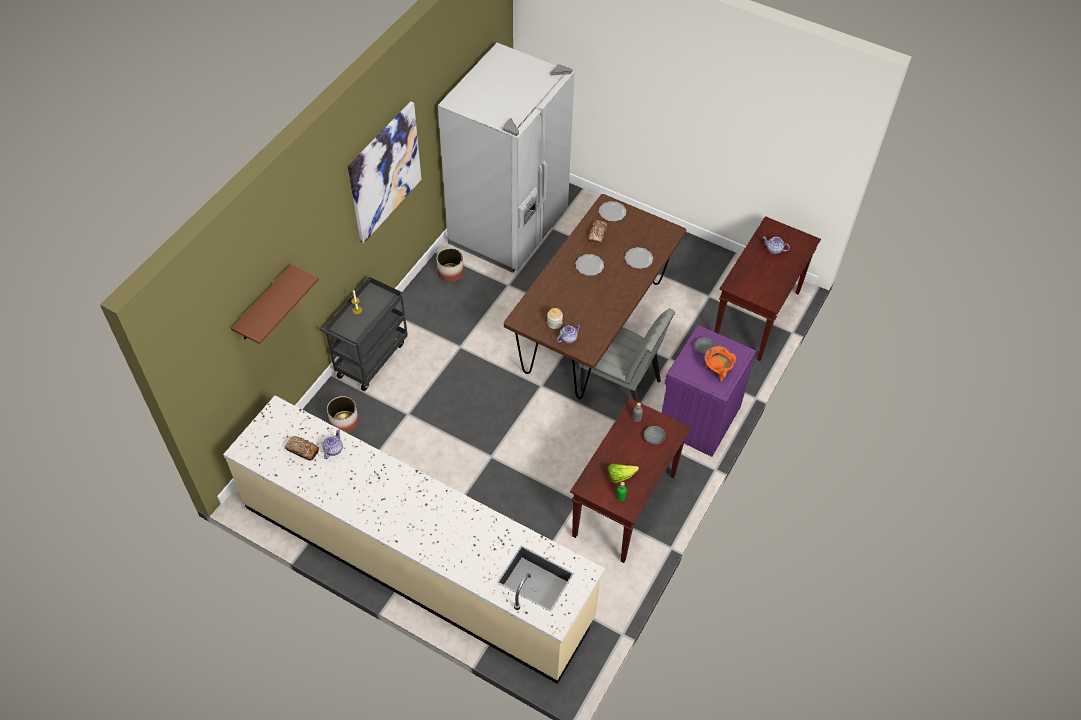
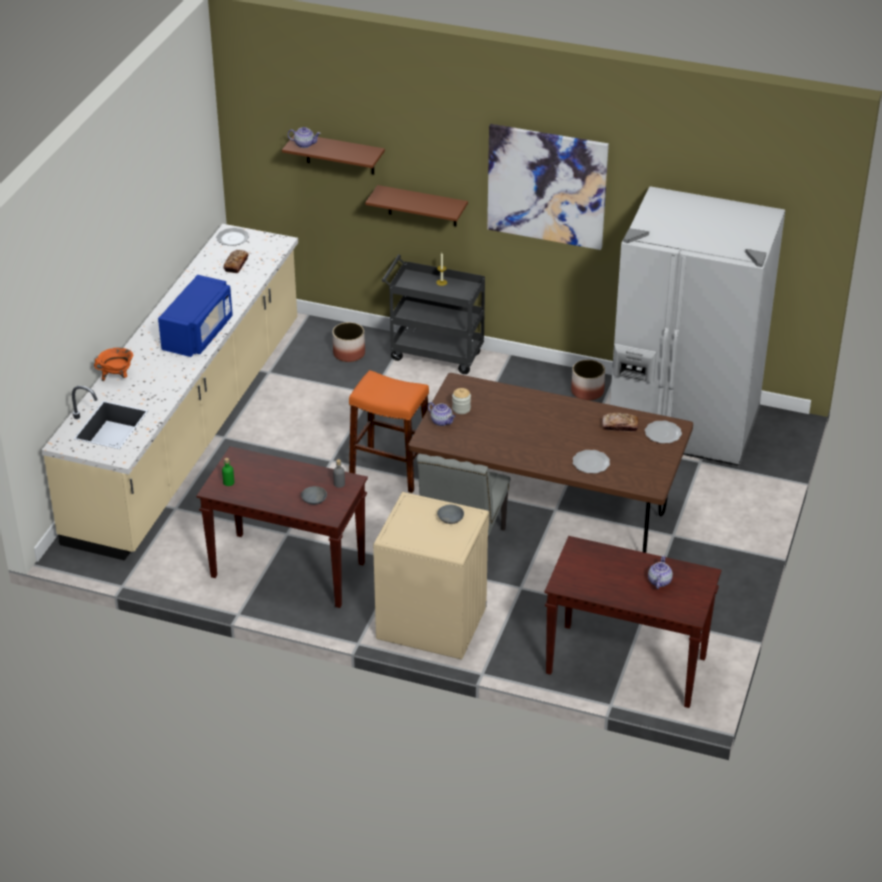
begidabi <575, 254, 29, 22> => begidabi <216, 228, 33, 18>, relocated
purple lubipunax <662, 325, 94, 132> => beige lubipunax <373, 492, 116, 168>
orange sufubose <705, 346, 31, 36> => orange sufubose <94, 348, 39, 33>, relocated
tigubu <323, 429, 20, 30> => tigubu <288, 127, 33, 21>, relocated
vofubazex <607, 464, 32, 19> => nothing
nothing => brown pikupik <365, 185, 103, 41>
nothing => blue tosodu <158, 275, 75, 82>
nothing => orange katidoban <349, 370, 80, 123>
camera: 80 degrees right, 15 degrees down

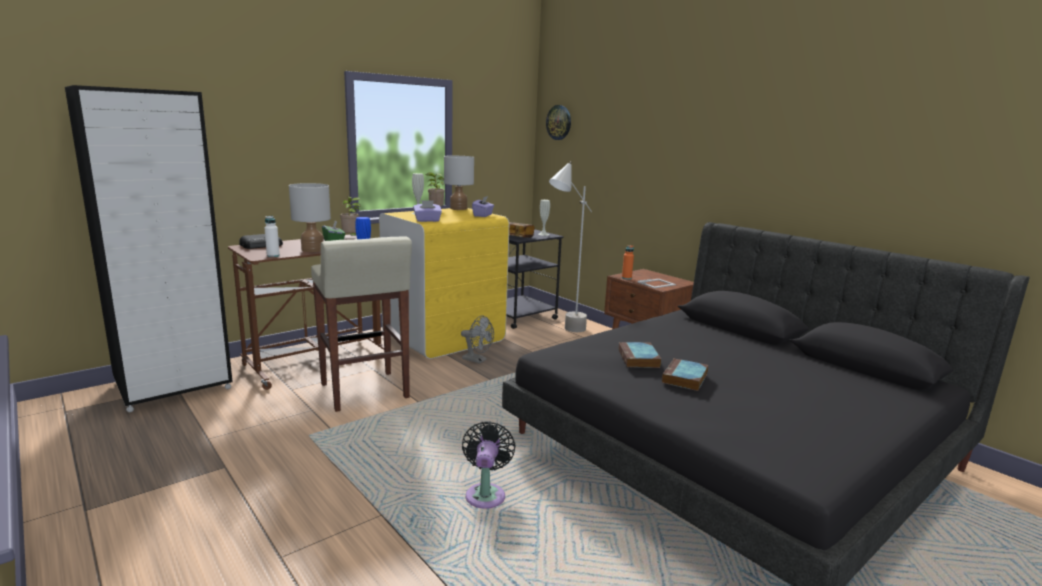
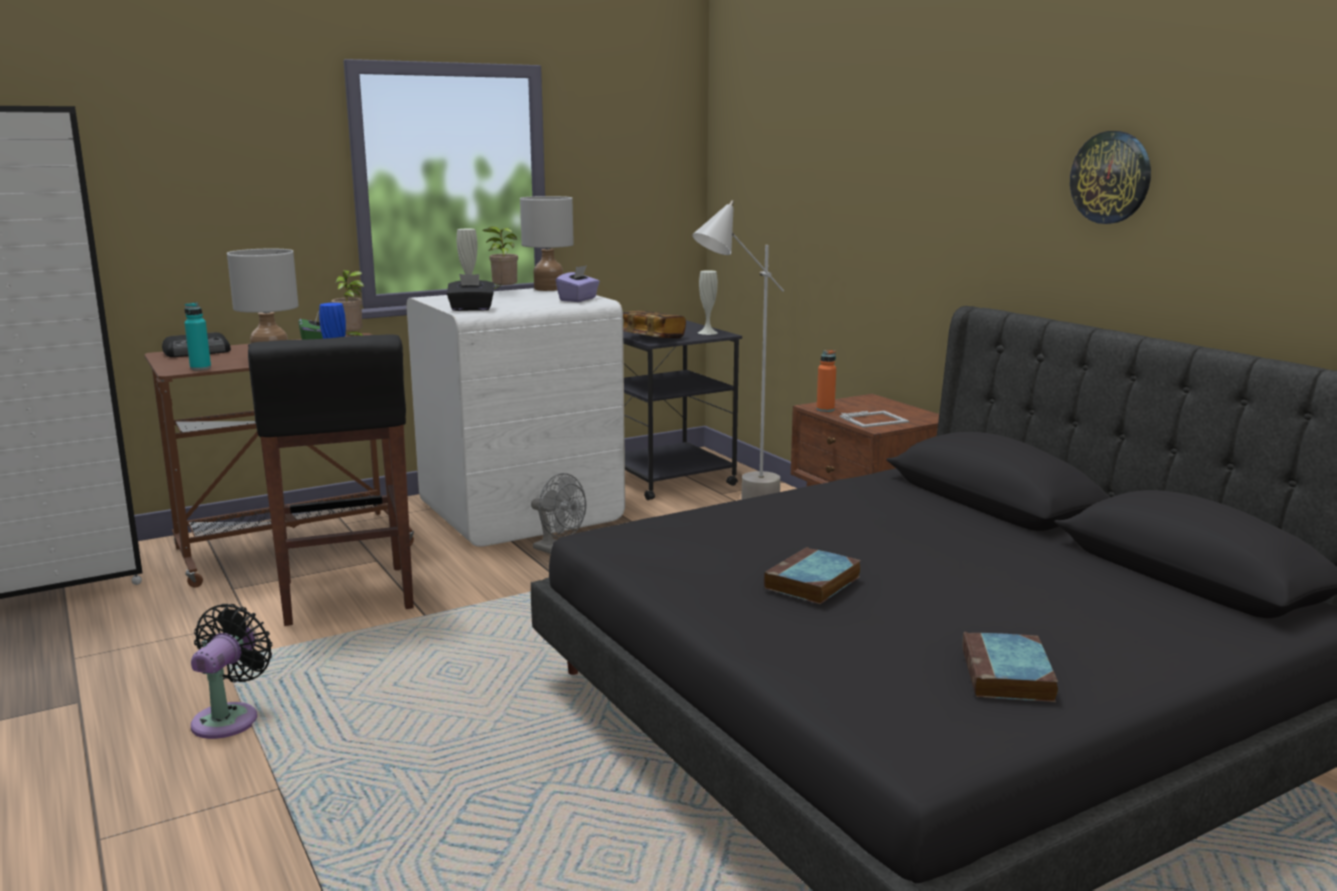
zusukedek <546, 105, 25, 35> => zusukedek <1070, 131, 81, 93>, relocated
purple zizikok <413, 200, 29, 22> => black zizikok <447, 274, 48, 37>
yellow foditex <379, 208, 130, 151> => white foditex <407, 288, 218, 259>
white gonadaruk <265, 216, 15, 41> => turquoise gonadaruk <184, 302, 27, 68>
beige katidoban <311, 236, 101, 176> => black katidoban <248, 334, 166, 292>
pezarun <618, 342, 43, 26> => pezarun <962, 632, 96, 70>, relocated
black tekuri <462, 421, 54, 88> => black tekuri <191, 604, 81, 135>, relocated
camera: 10 degrees right, 0 degrees up

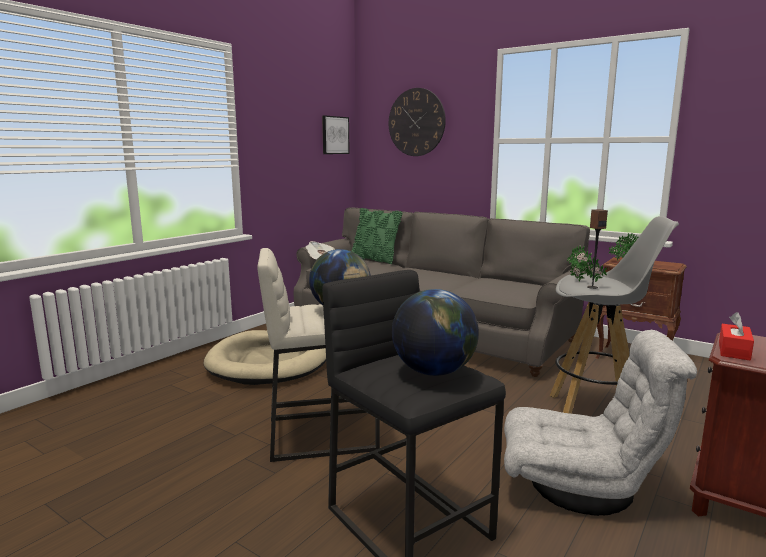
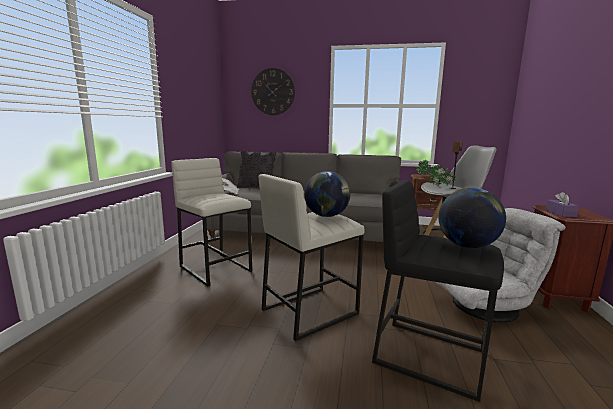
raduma <322, 115, 28, 39> => nothing
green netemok <352, 208, 51, 56> => black netemok <237, 151, 39, 37>
red zizikok <719, 312, 35, 48> => purple zizikok <546, 192, 33, 25>
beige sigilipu <204, 330, 122, 55> => beige katidoban <171, 158, 81, 129>
camera: 25 degrees left, 0 degrees up

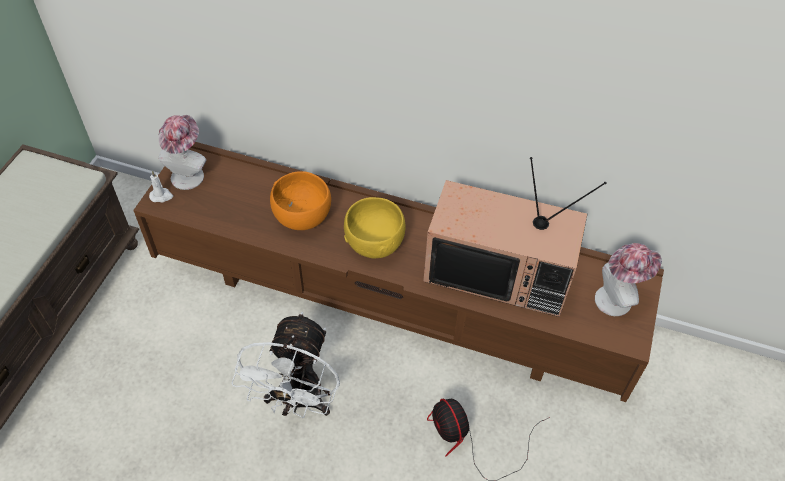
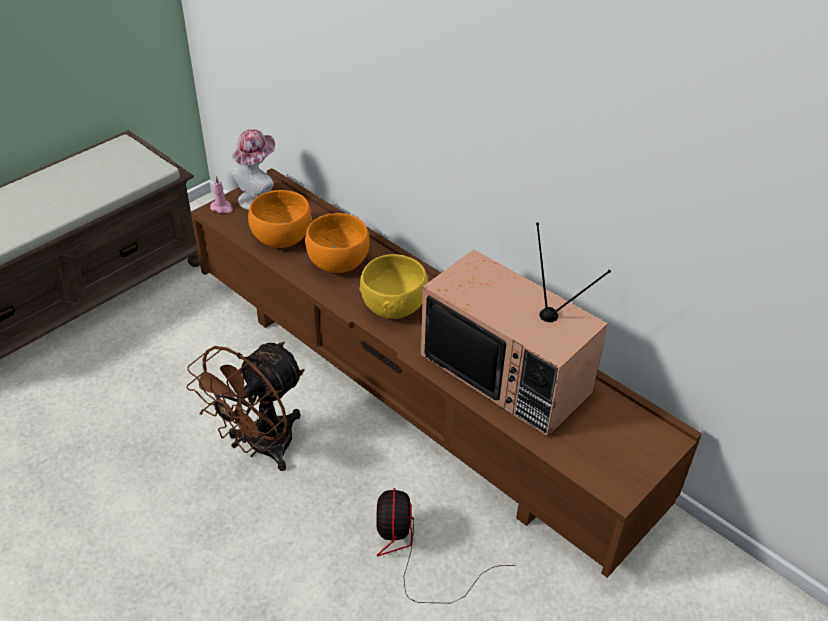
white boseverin <149, 171, 24, 31> => pink boseverin <210, 176, 23, 37>
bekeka <595, 243, 67, 73> => nothing
white tekuri <232, 311, 108, 108> => brown tekuri <187, 341, 118, 130>
nothing => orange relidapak <248, 190, 64, 58>
camera: 25 degrees right, 10 degrees down

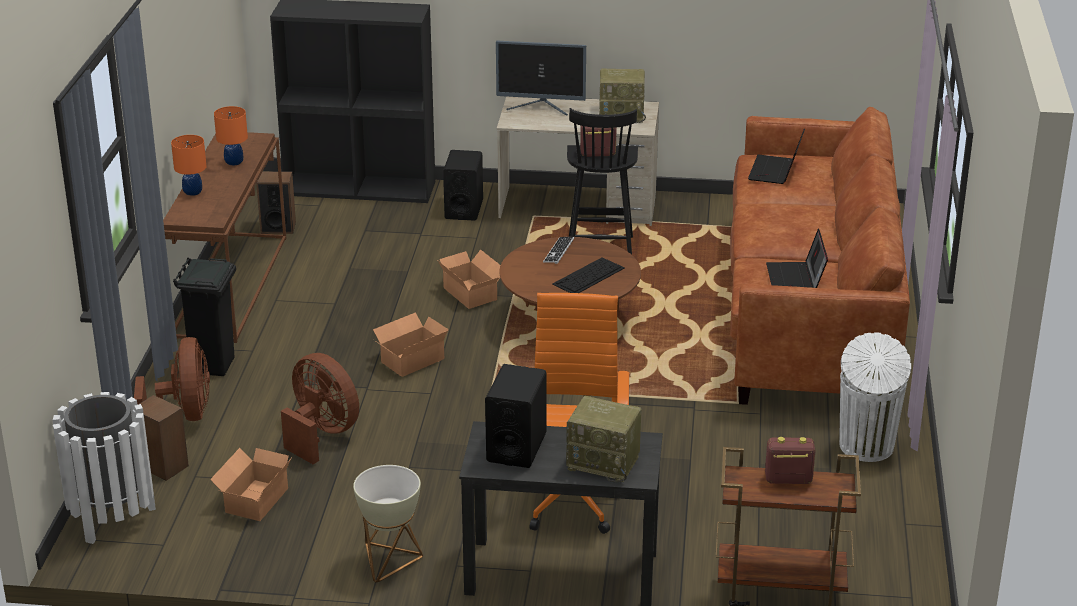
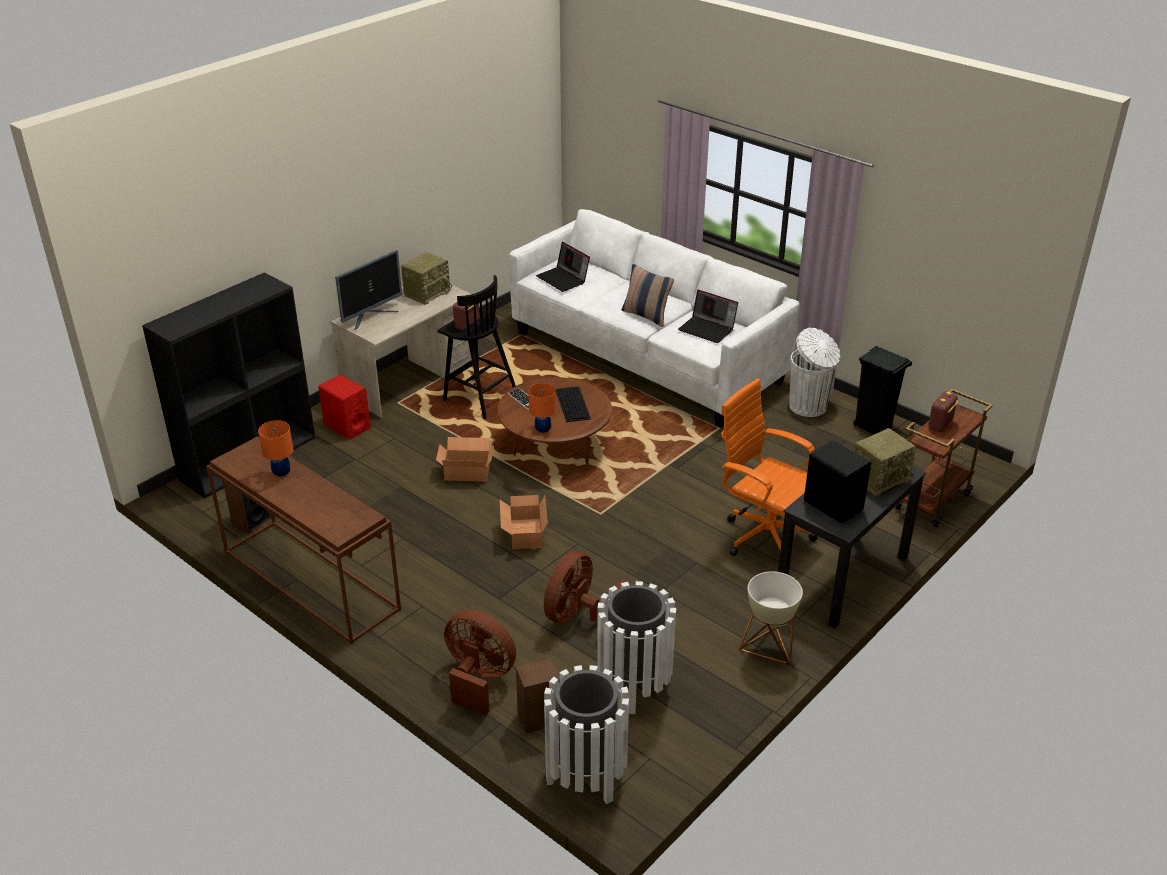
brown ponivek <730, 107, 180, 298> => white ponivek <509, 209, 291, 219>
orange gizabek <171, 135, 36, 61> => orange gizabek <529, 383, 27, 50>, relocated
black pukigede <443, 150, 40, 71> => red pukigede <319, 375, 52, 65>
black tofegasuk <173, 258, 63, 118> => black tofegasuk <853, 346, 59, 88>, relocated
brown tekuri <281, 353, 78, 111> => brown tekuri <544, 551, 83, 73>, 45 degrees counterclockwise
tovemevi <210, 448, 82, 73> => white tofegasuk <597, 581, 79, 133>
nothing => netemok <622, 264, 52, 63>
camera: 55 degrees left, 5 degrees up

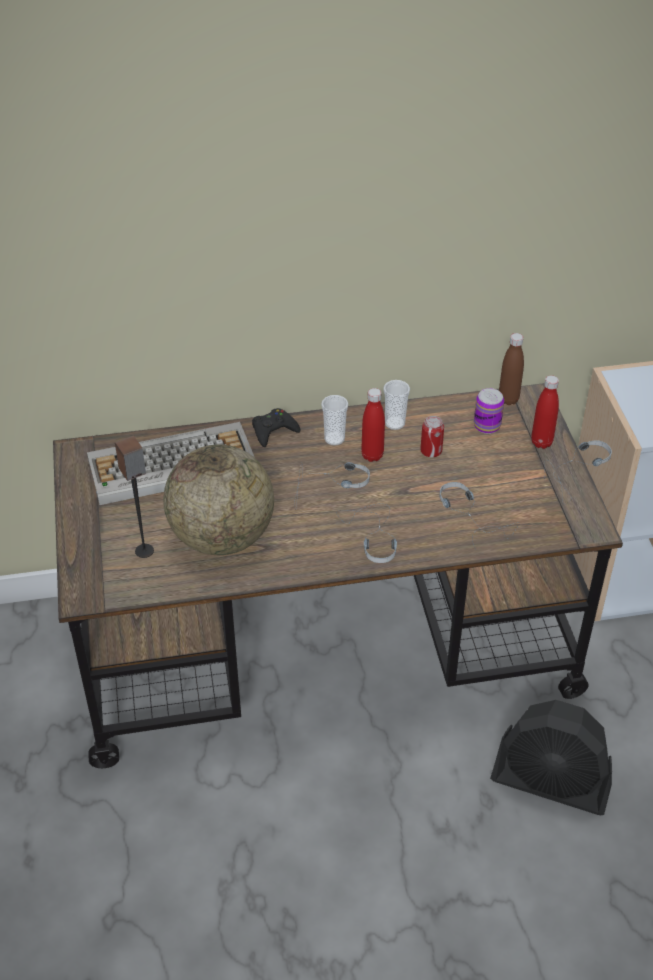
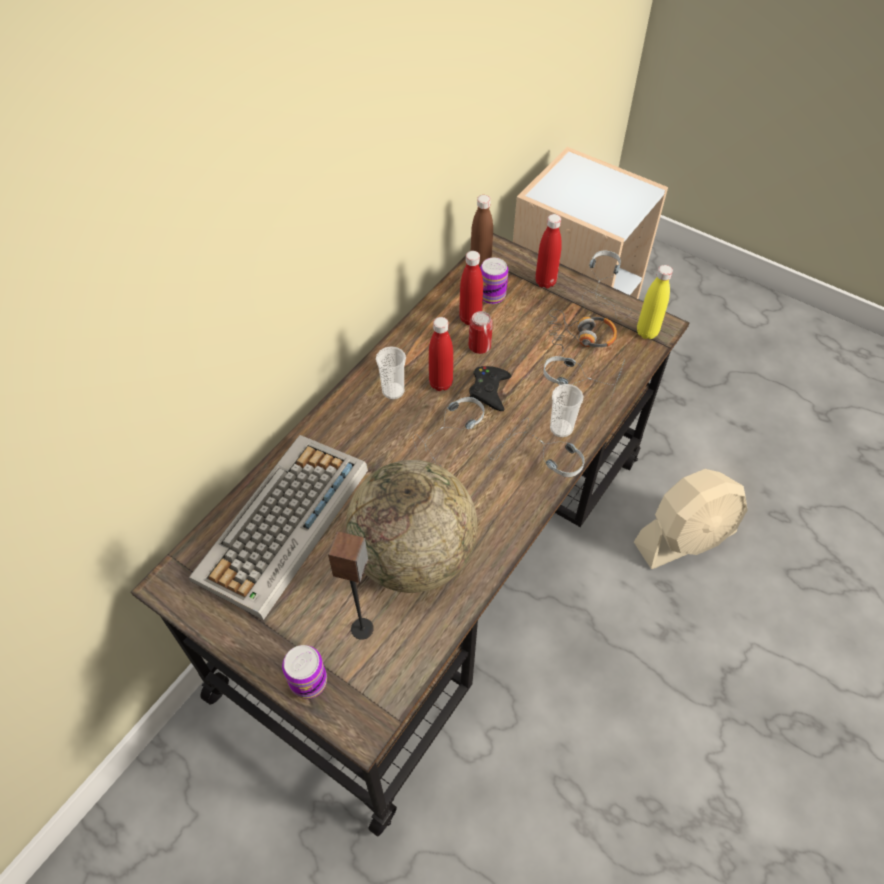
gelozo <383, 380, 27, 50> => gelozo <550, 384, 33, 53>, relocated
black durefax <252, 408, 48, 39> => black durefax <469, 366, 42, 45>, relocated
black tekuri <490, 700, 122, 115> => beige tekuri <634, 469, 113, 100>
nothing => red gonadaruk <459, 251, 24, 74>
nothing => yellow gonadaruk <637, 265, 36, 74>
nothing => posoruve <547, 309, 70, 43>
nothing => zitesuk <282, 645, 45, 54>
camera: 45 degrees left, 10 degrees up

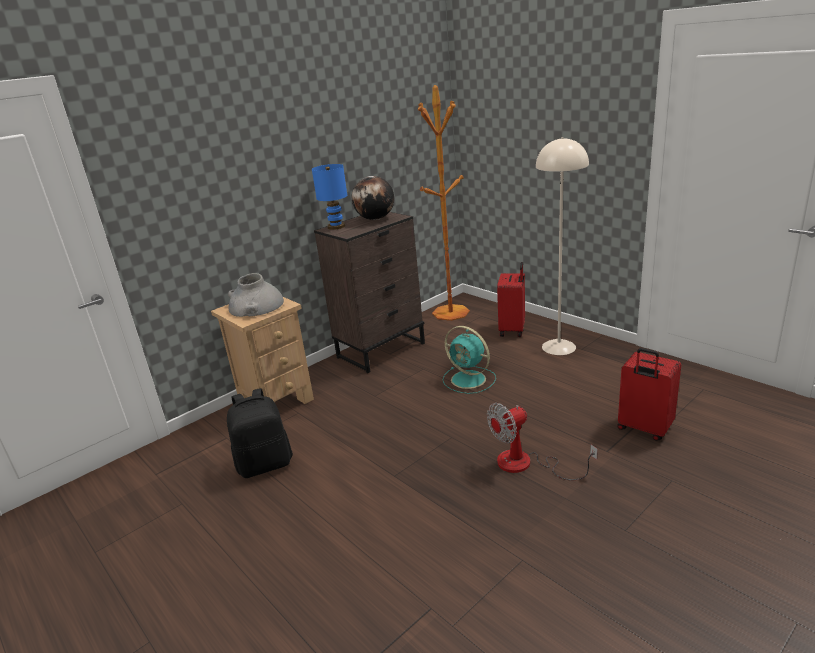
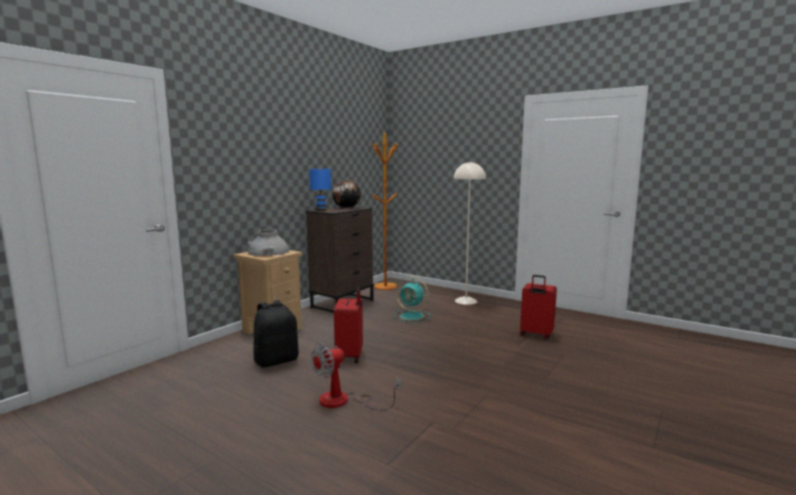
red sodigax <497, 262, 28, 75> => red sodigax <334, 286, 29, 77>, relocated
tekuri <487, 403, 111, 77> => tekuri <311, 343, 90, 67>, relocated
camera: 15 degrees left, 15 degrees down

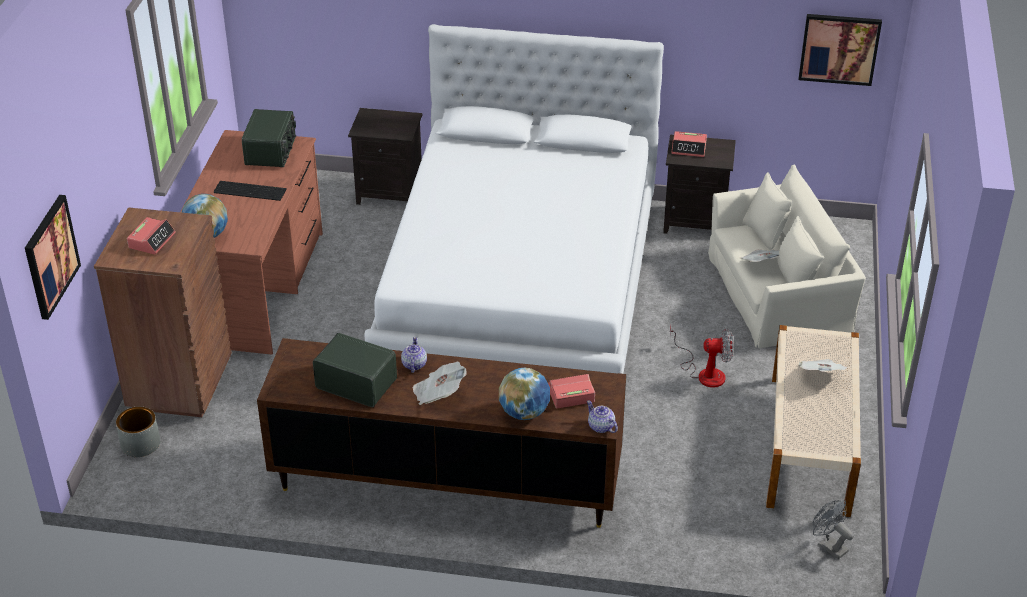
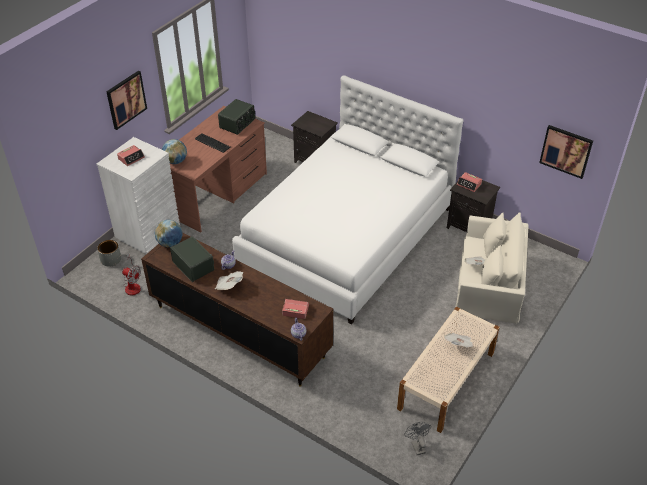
raduma <25, 195, 56, 125> => raduma <106, 71, 41, 59>, relocated
brown foditex <94, 207, 138, 210> => white foditex <97, 137, 83, 117>
tekuri <670, 324, 63, 64> => tekuri <122, 253, 19, 43>, relocated
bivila <499, 368, 51, 52> => bivila <154, 220, 29, 27>, relocated
camera: 25 degrees right, 5 degrees up

